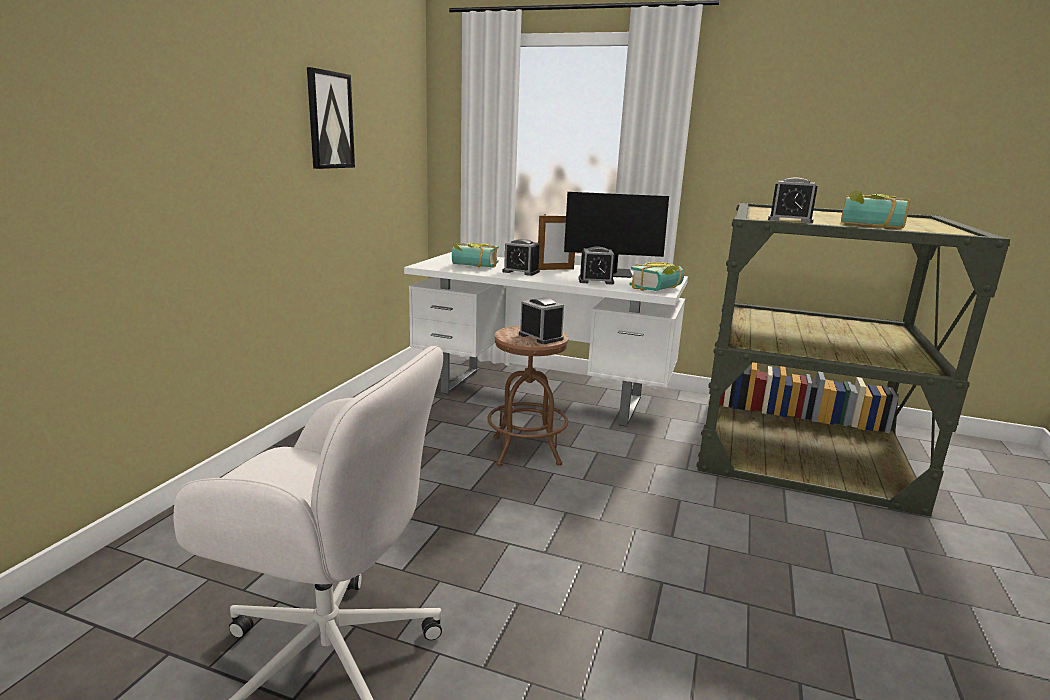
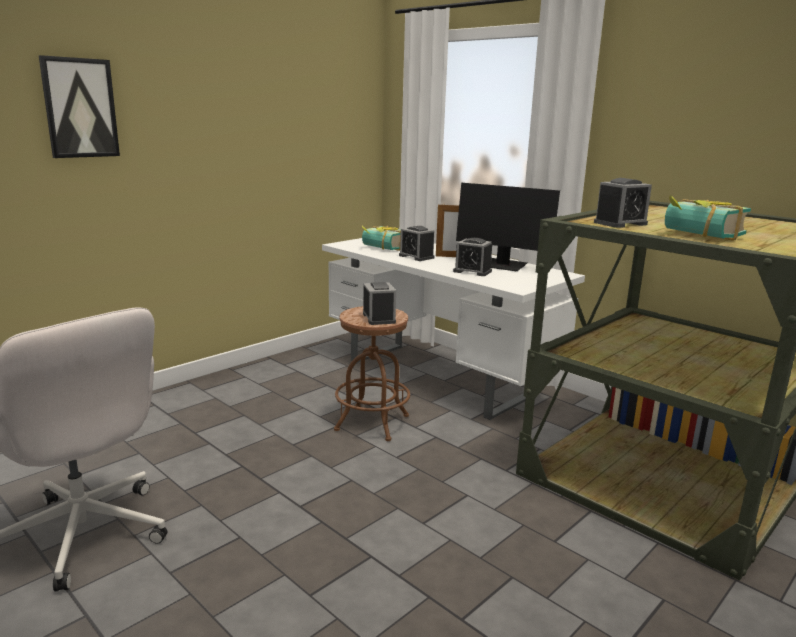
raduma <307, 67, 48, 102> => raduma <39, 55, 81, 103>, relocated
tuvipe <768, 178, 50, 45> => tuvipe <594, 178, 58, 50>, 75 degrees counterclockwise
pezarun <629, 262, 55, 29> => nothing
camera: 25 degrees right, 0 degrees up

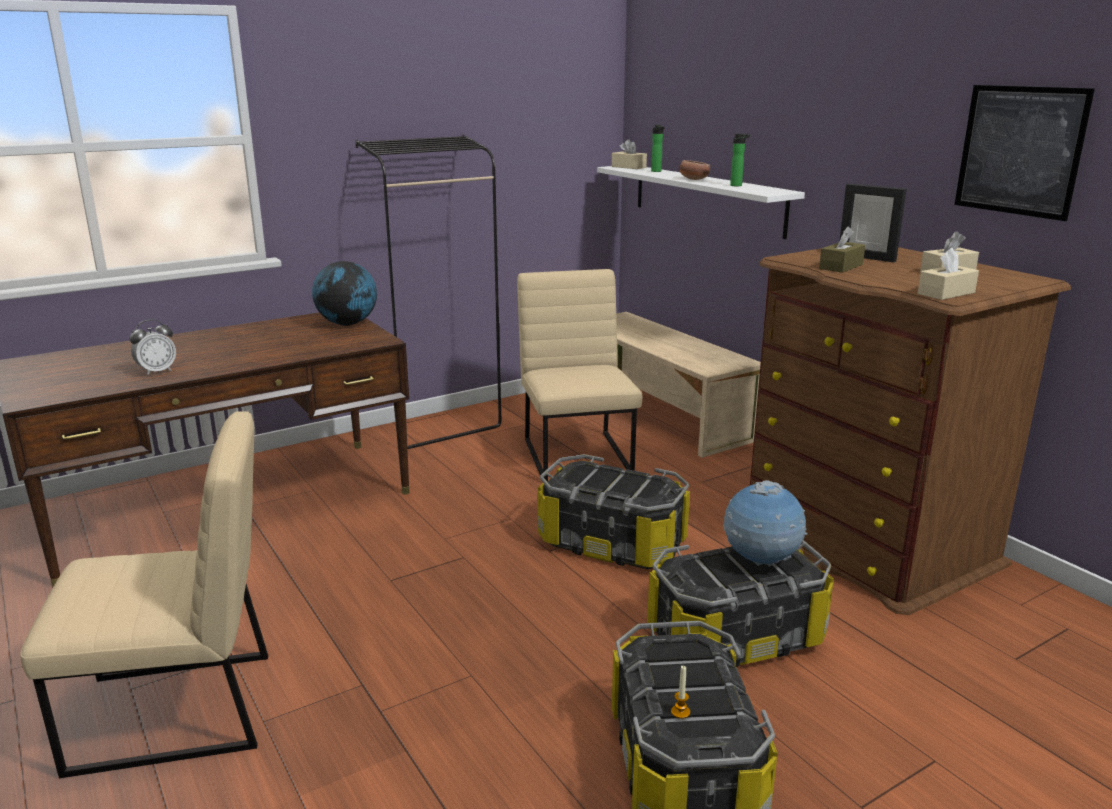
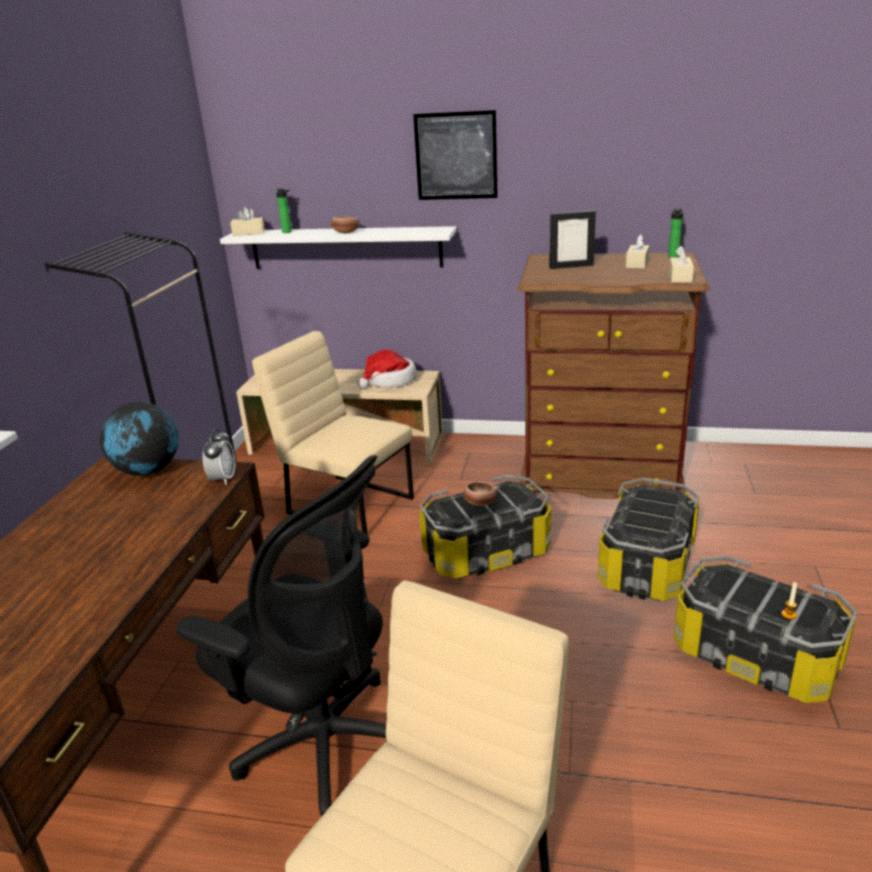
raduma <954, 85, 141, 136> => raduma <413, 110, 84, 90>, relocated
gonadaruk <730, 134, 20, 52> => gonadaruk <668, 209, 15, 49>, relocated
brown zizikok <819, 227, 46, 46> => nothing
tuvipe <129, 319, 47, 57> => tuvipe <202, 428, 33, 57>, relocated
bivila <723, 480, 85, 86> => nothing
nothing => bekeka <358, 350, 59, 39>
nothing => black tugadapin <176, 455, 210, 362>
nothing => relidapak <464, 482, 33, 24>
camera: 45 degrees left, 5 degrees up

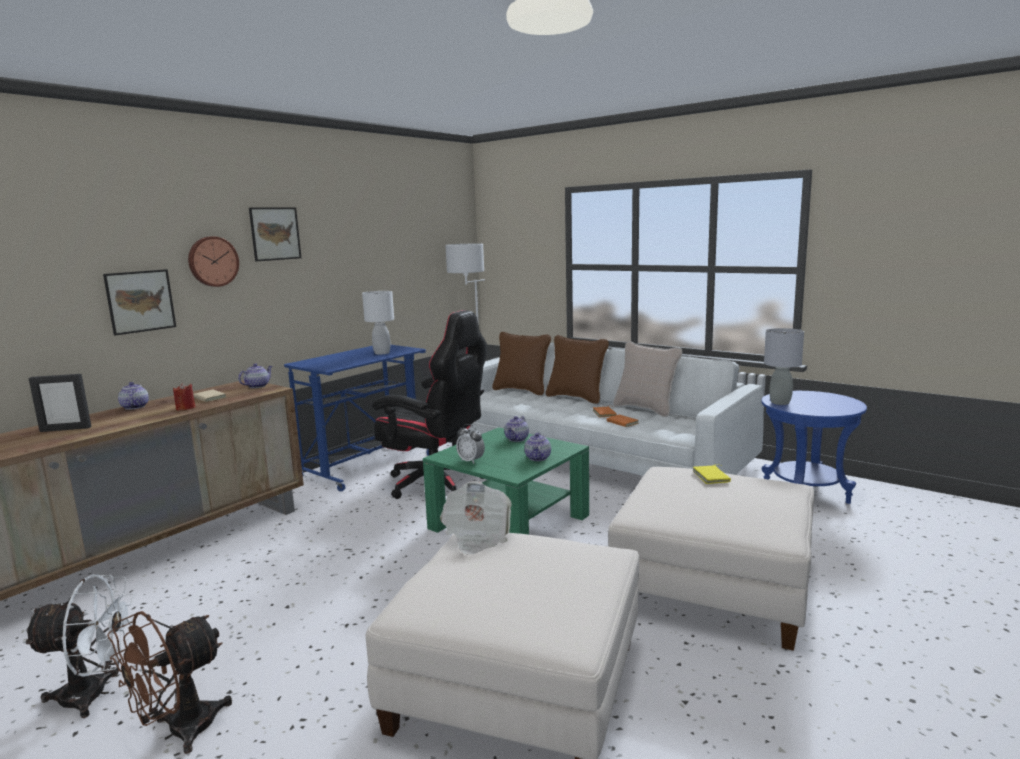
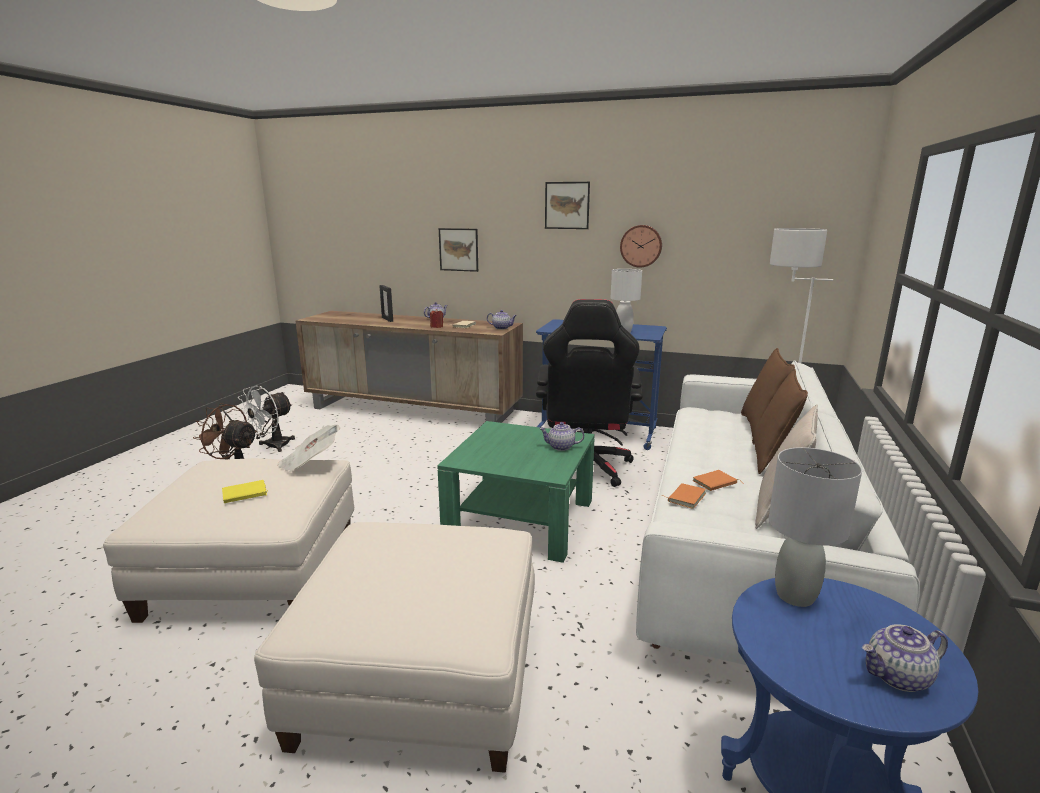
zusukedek <188, 236, 51, 51> => zusukedek <620, 225, 42, 43>, relocated
tuvipe <456, 424, 29, 40> => nothing
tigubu <524, 432, 27, 29> => tigubu <862, 624, 86, 68>, relocated
yellow pezarun <693, 464, 38, 20> => yellow pezarun <222, 480, 46, 23>, relocated
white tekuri <22, 574, 112, 144> => white tekuri <238, 385, 57, 67>, 60 degrees clockwise
camera: 70 degrees right, 5 degrees up

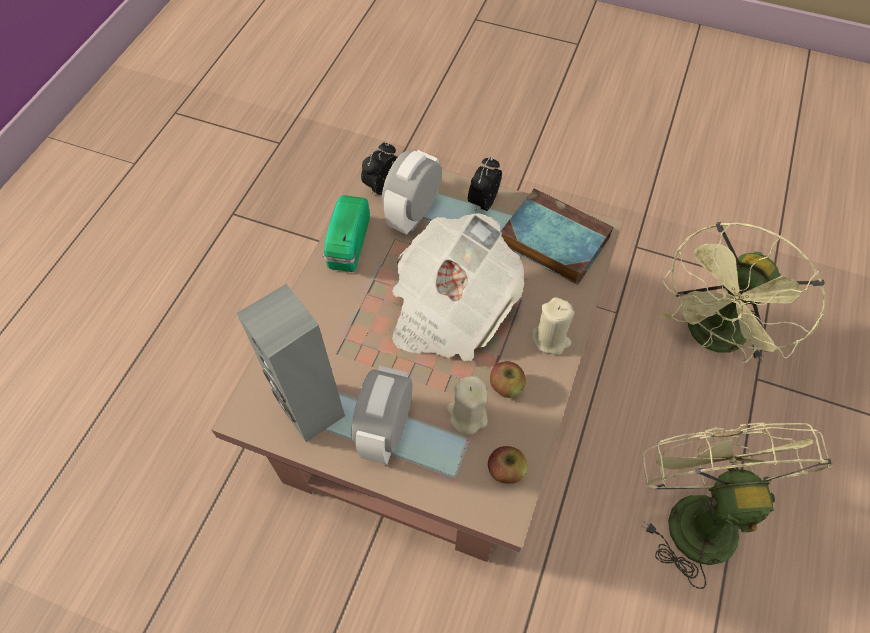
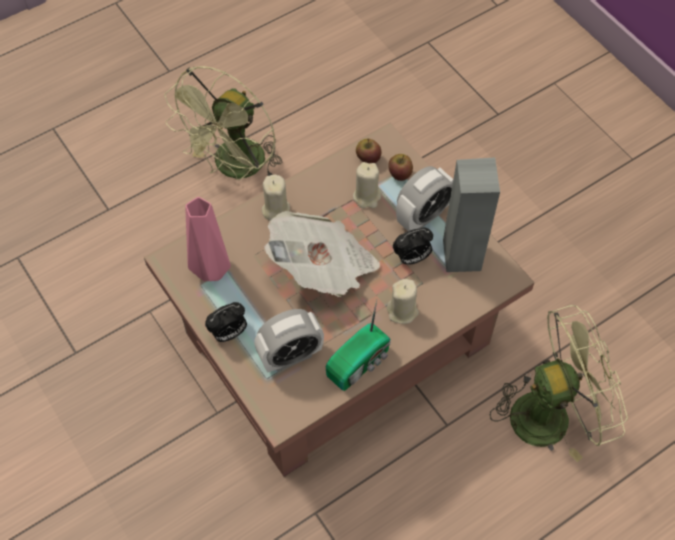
tuvipe <361, 142, 37, 53> => tuvipe <393, 227, 40, 38>, relocated
pezarun <500, 188, 113, 97> => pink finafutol <185, 197, 46, 84>
green tekuri <661, 222, 165, 142> => green tekuri <490, 305, 138, 157>, relocated
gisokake <490, 361, 36, 37> => gisokake <388, 154, 25, 27>, relocated
nothing => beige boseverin <387, 279, 32, 45>
camera: 145 degrees left, 0 degrees up

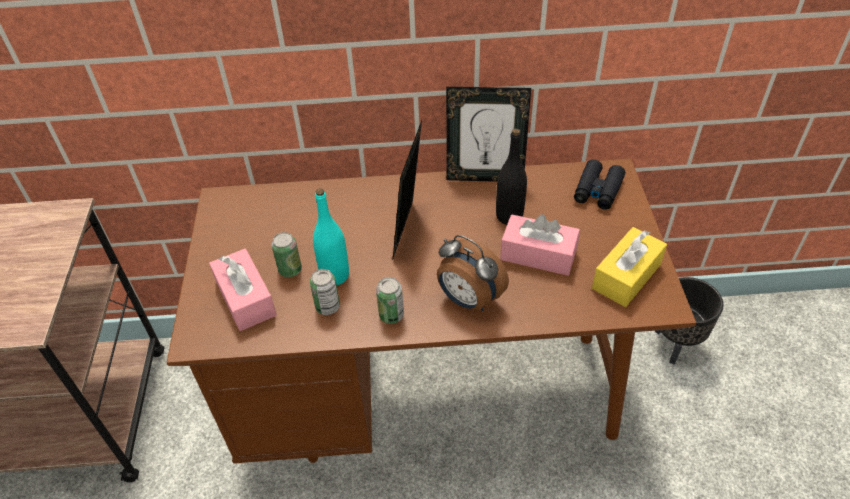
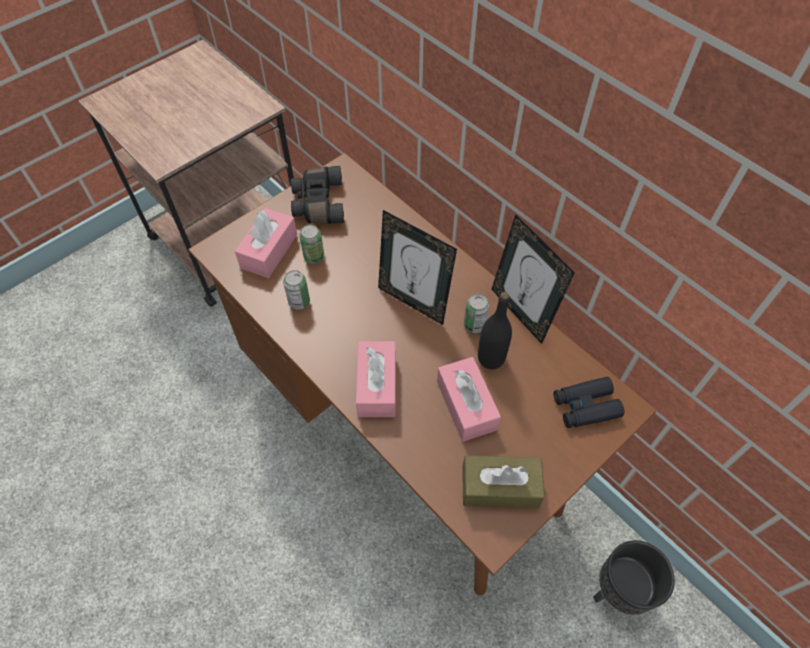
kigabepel <393, 120, 29, 138> => kigabepel <378, 210, 79, 115>, 120 degrees counterclockwise
turquoise gonadaruk <313, 188, 36, 97> => nothing
yellow zizikok <592, 227, 75, 80> => brown zizikok <462, 456, 83, 52>
tuvipe <437, 235, 72, 76> => pink zizikok <356, 341, 40, 76>
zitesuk <376, 277, 28, 47> => zitesuk <464, 294, 26, 39>, relocated
nothing => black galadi <291, 166, 53, 58>
camera: 50 degrees right, 10 degrees up

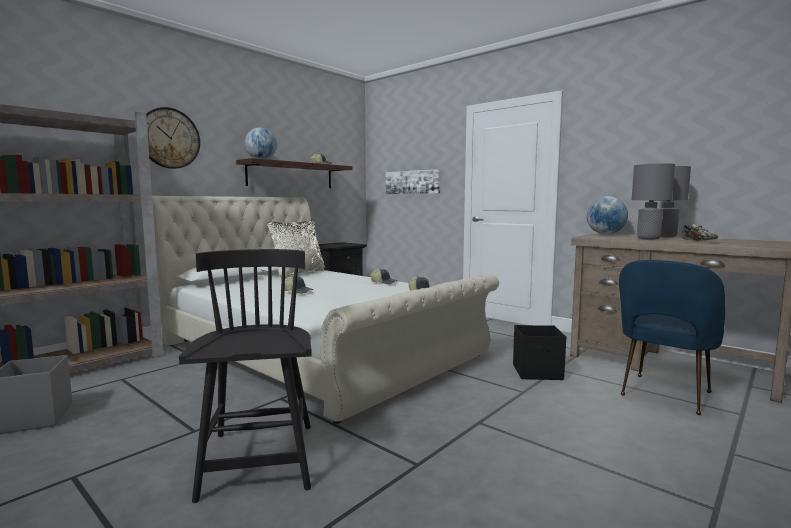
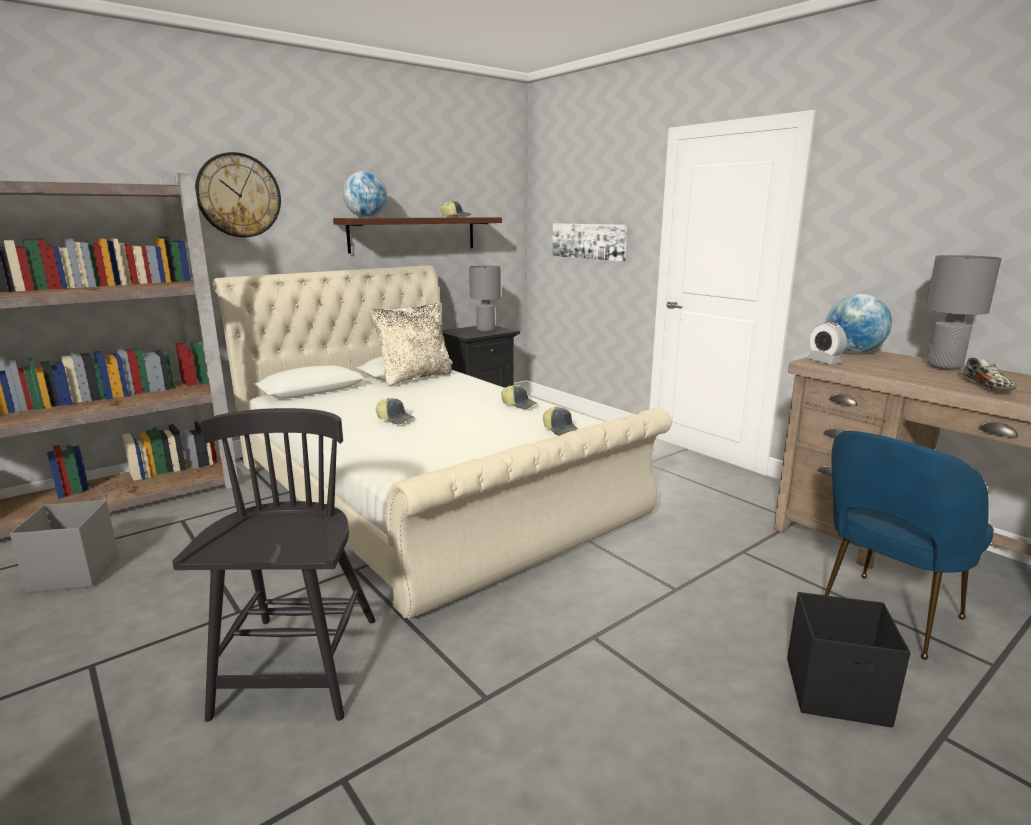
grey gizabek <632, 163, 43, 77> => grey gizabek <469, 265, 32, 67>, relocated
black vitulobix <513, 325, 53, 55> => black vitulobix <787, 592, 124, 135>, relocated
nothing => tuvipe <807, 322, 39, 42>
camera: 10 degrees right, 10 degrees up

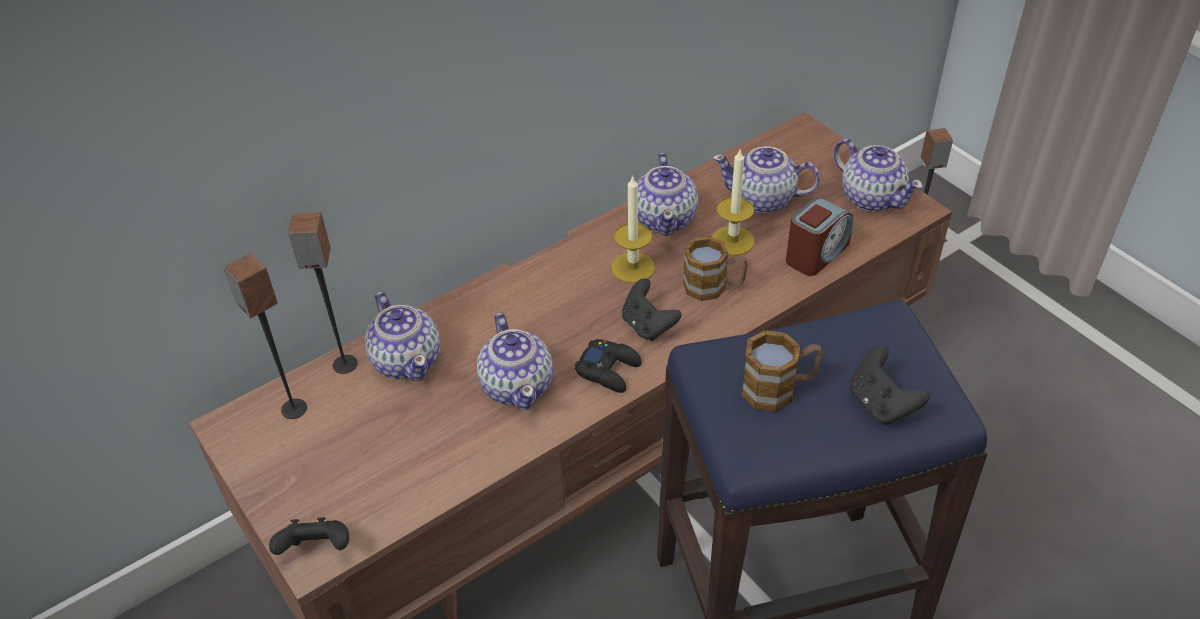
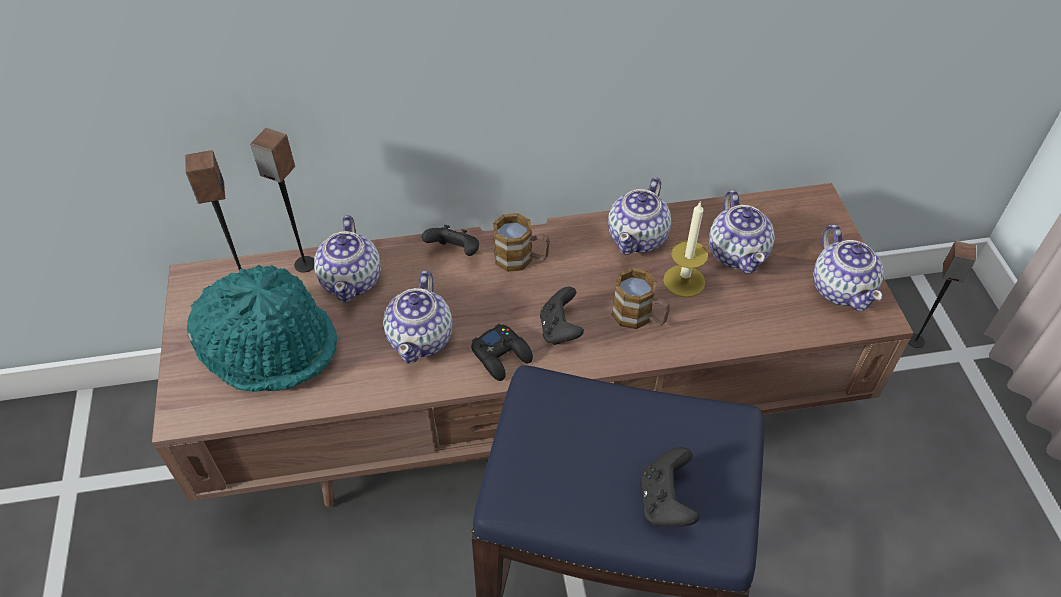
tigubu <713, 146, 107, 67> => tigubu <709, 190, 66, 84>, 135 degrees counterclockwise
boseverin <611, 175, 44, 108> => nothing
tuvipe <786, 197, 67, 79> => nothing
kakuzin <741, 330, 82, 82> => kakuzin <493, 213, 57, 59>, relocated
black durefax <269, 517, 80, 38> => black durefax <422, 225, 57, 31>, relocated
nothing => turquoise bekeka <187, 265, 150, 127>
camera: 25 degrees right, 5 degrees up

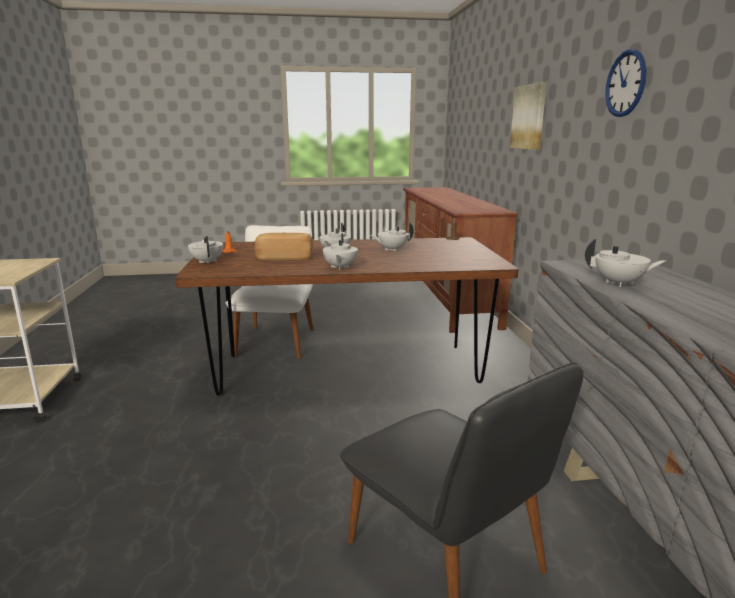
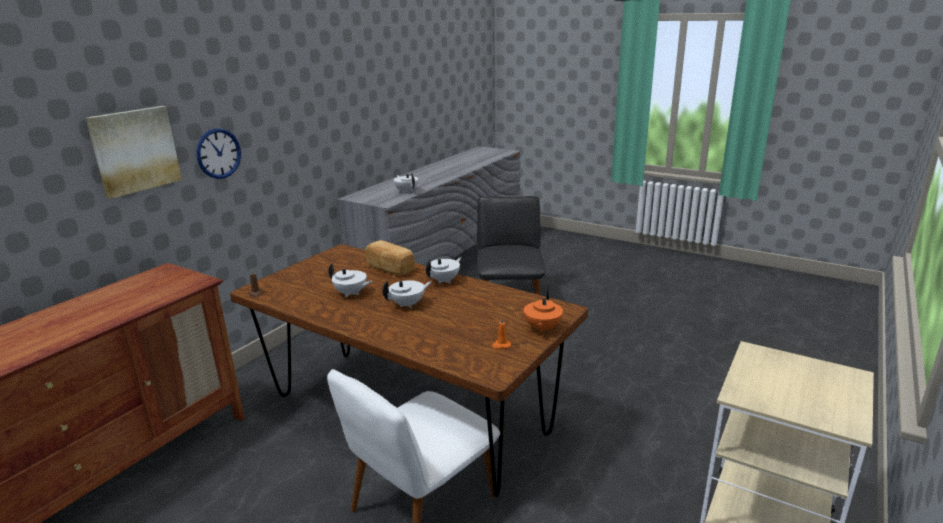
zusukedek <605, 49, 42, 68> => zusukedek <196, 128, 45, 51>, relocated
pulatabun <255, 233, 58, 27> => pulatabun <365, 240, 50, 36>, relocated
white tigubu <188, 236, 35, 28> => orange tigubu <524, 289, 39, 44>
camera: 140 degrees left, 5 degrees up

